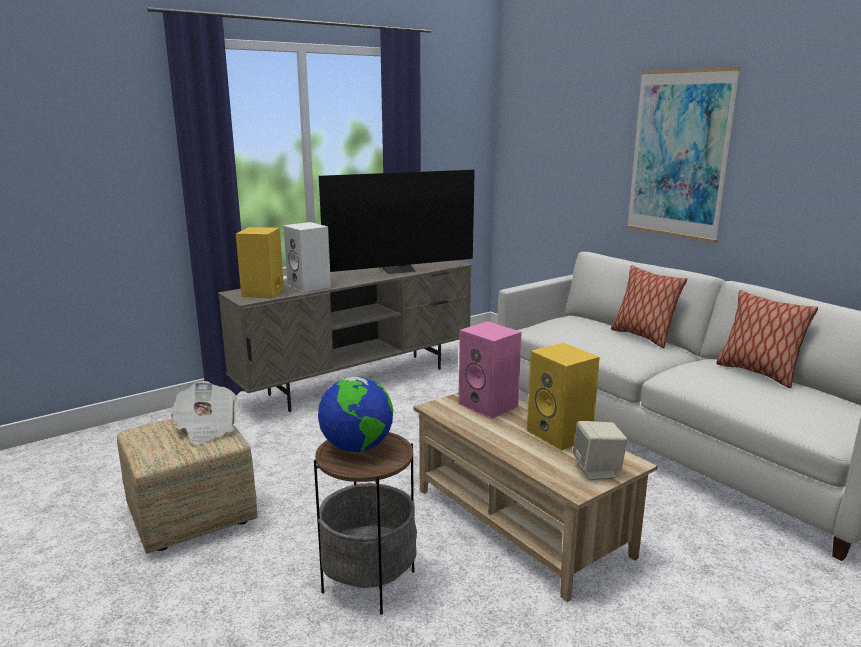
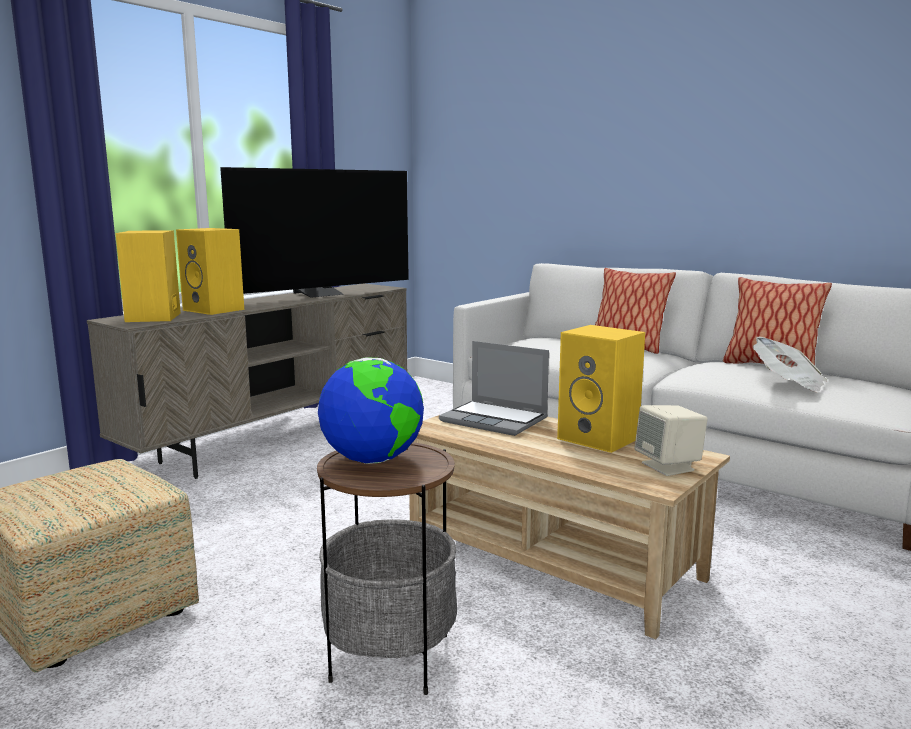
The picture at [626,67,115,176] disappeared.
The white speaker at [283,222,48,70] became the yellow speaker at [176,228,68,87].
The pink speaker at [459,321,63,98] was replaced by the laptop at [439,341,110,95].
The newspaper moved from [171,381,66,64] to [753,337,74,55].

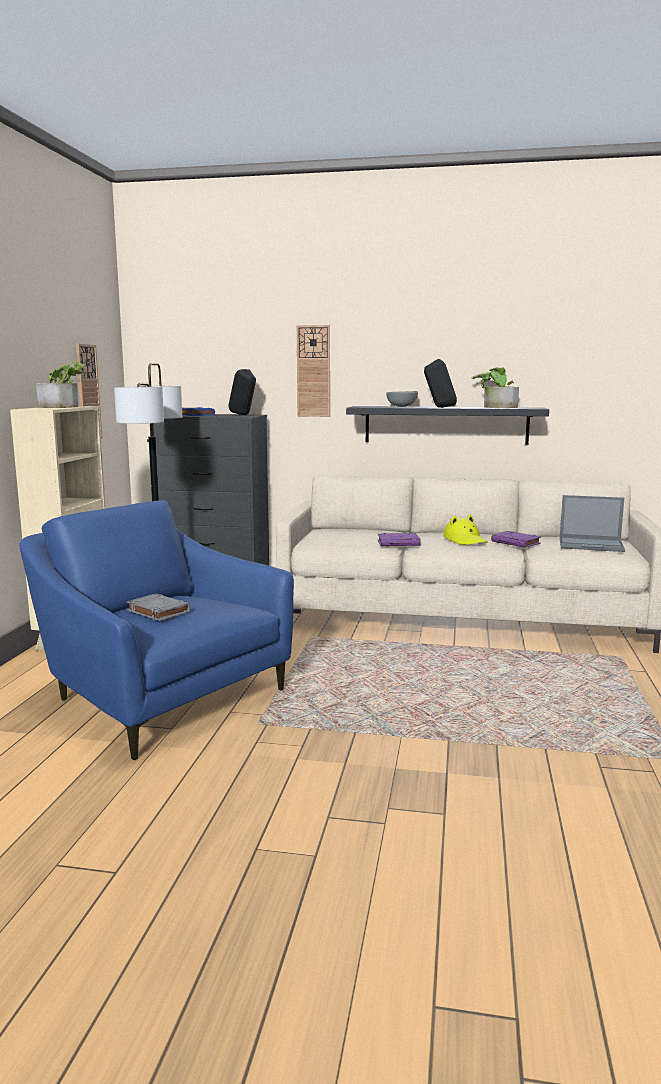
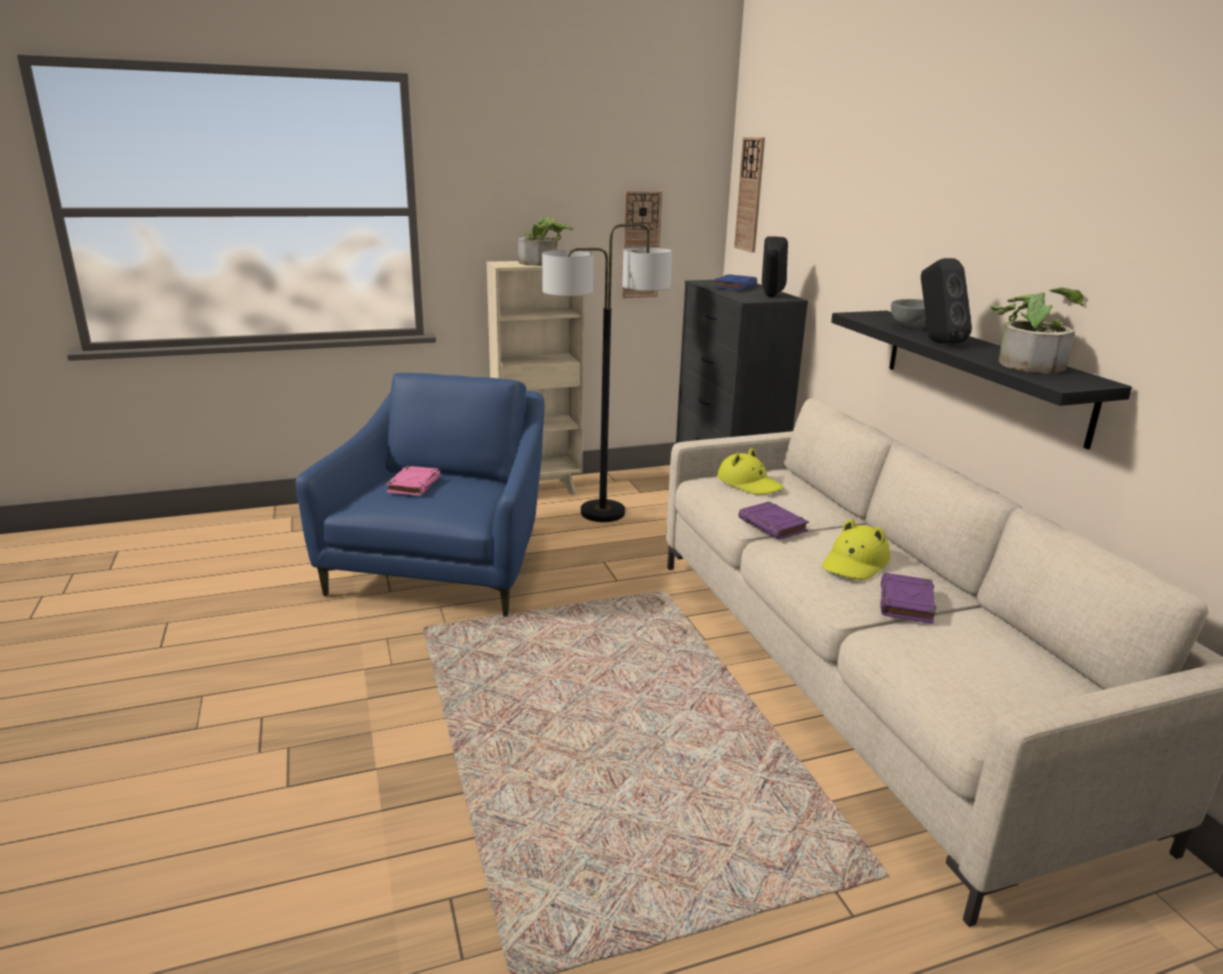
The wall clock moved from [297,325,33,92] to [734,137,31,116].
The laptop at [560,495,65,57] disappeared.
The grey book at [127,594,64,27] became the pink book at [386,466,55,30].
The yellow hat at [717,448,67,47] appeared.

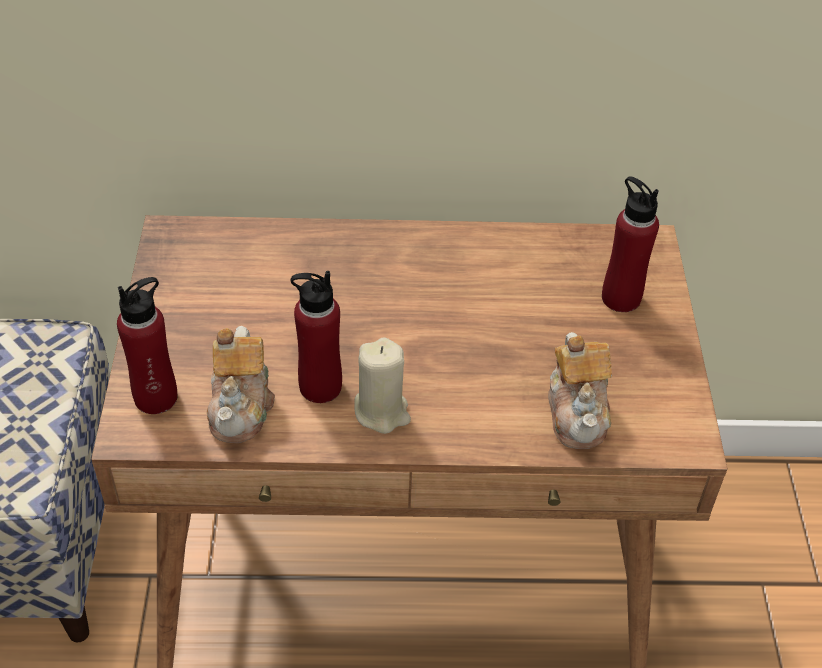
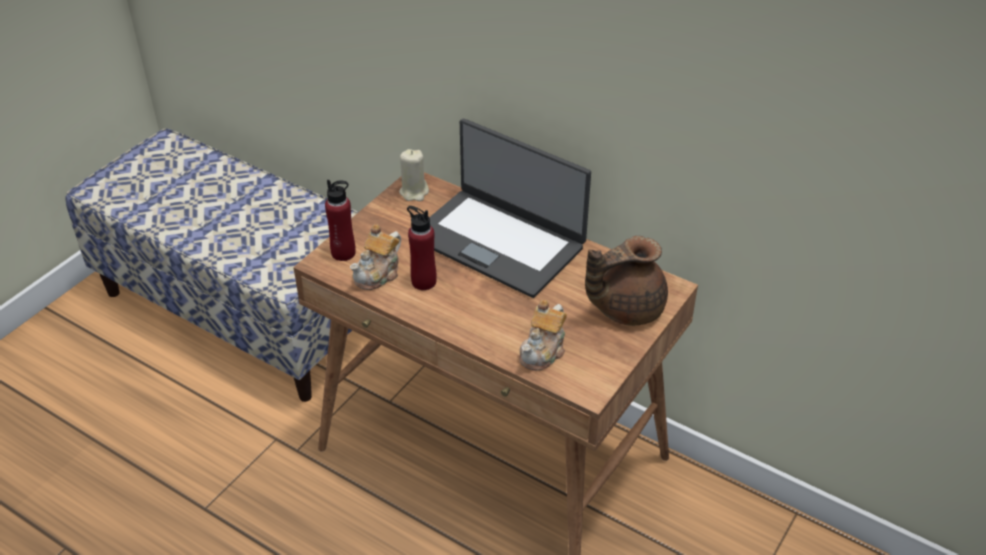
The red bottle at [602,176,57,136] was replaced by the brown teapot at [585,236,83,90].
The beige candle moved from [354,338,57,96] to [399,149,30,52].
The laptop at [429,119,162,179] appeared.

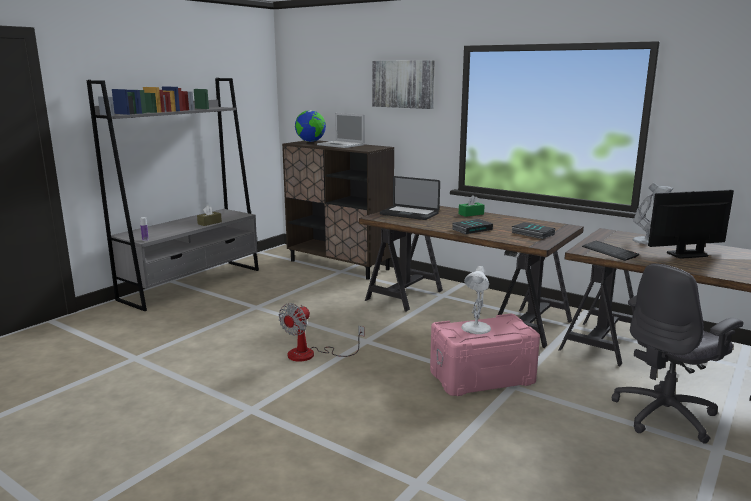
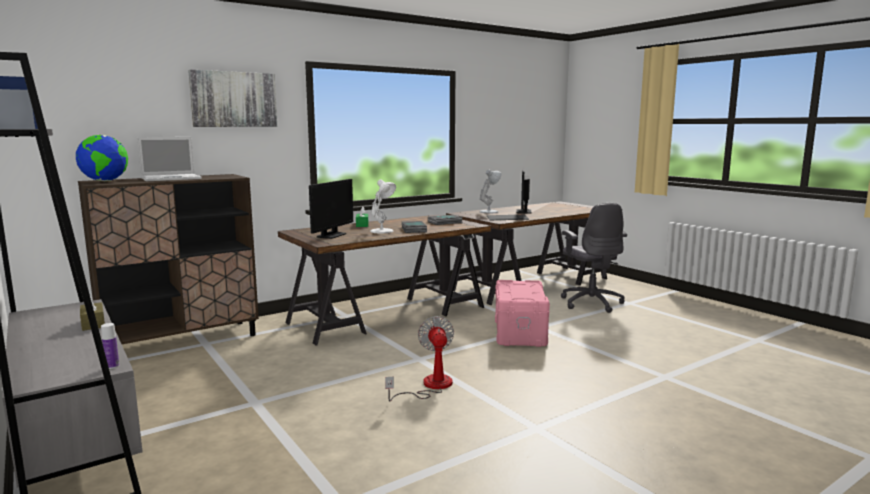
The laptop at [380,176,60,44] was replaced by the monitor at [309,179,44,60].
The white table lamp moved from [461,266,30,68] to [370,180,26,53].
The fan at [278,303,87,59] turned 150 degrees counterclockwise.

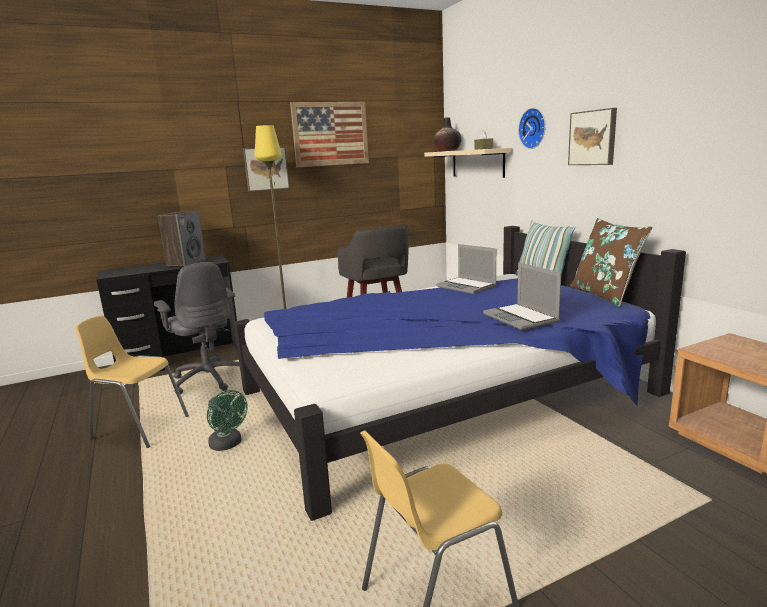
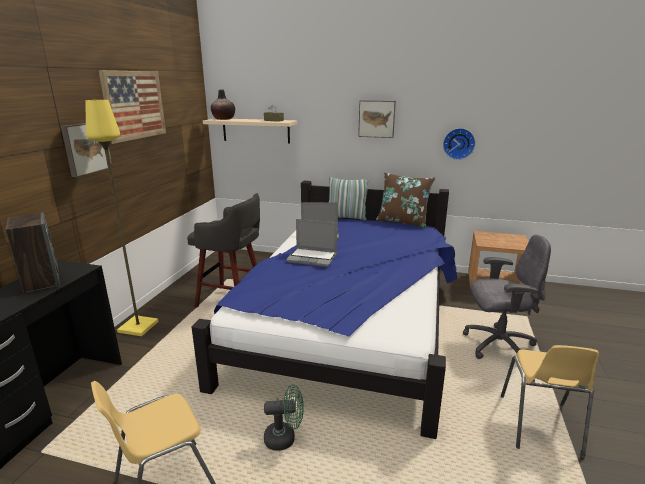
The wall clock moved from [518,108,28,41] to [443,128,33,32].
The grey office chair moved from [154,262,86,132] to [463,235,88,124].
The laptop moved from [483,262,78,68] to [286,219,51,48].

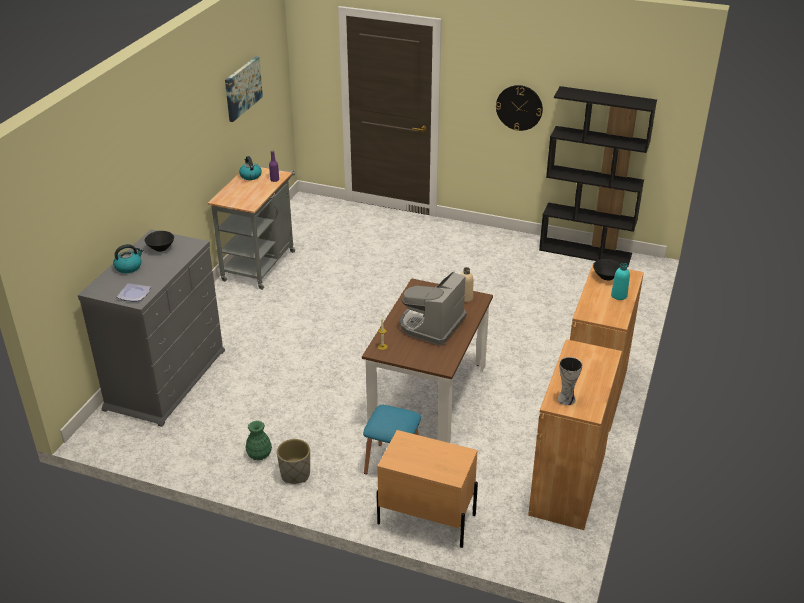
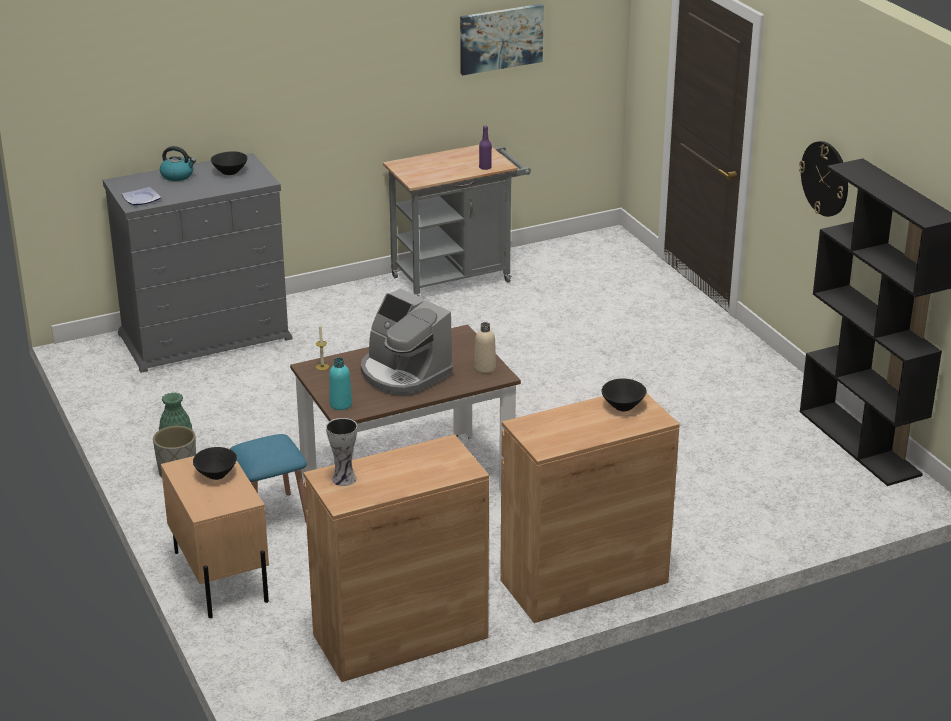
The kettle at [239,156,23,24] disappeared.
The turquoise bottle moved from [611,263,19,37] to [329,357,23,53].
The coffee machine at [400,272,67,73] turned 120 degrees counterclockwise.
The black bowl at [193,447,44,33] appeared.

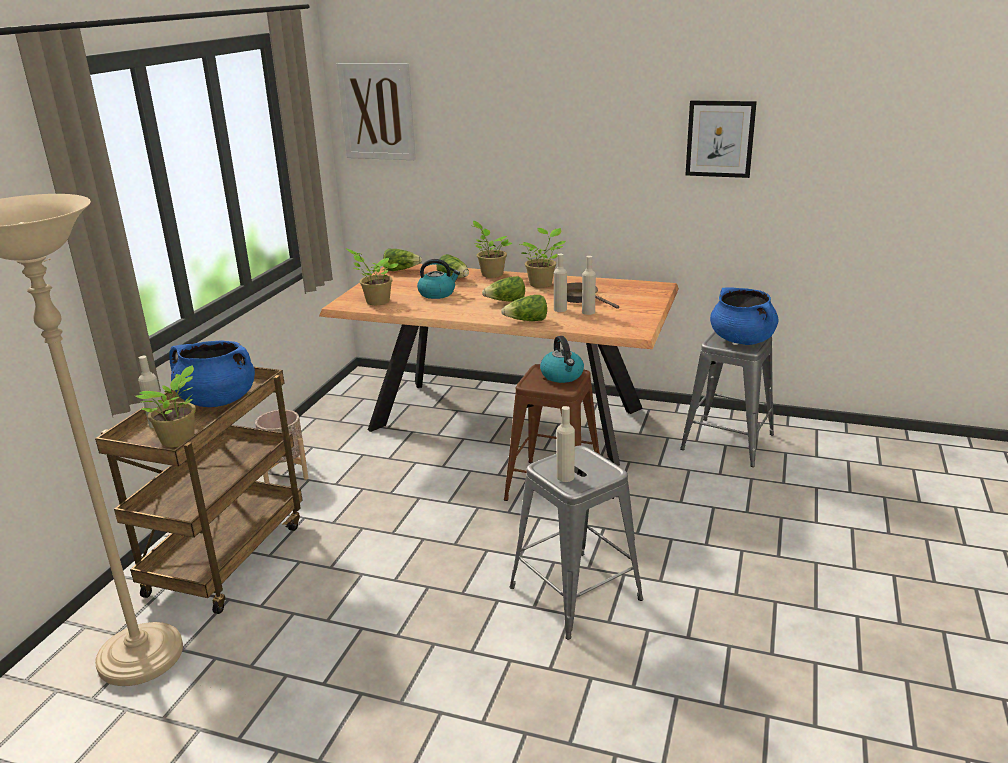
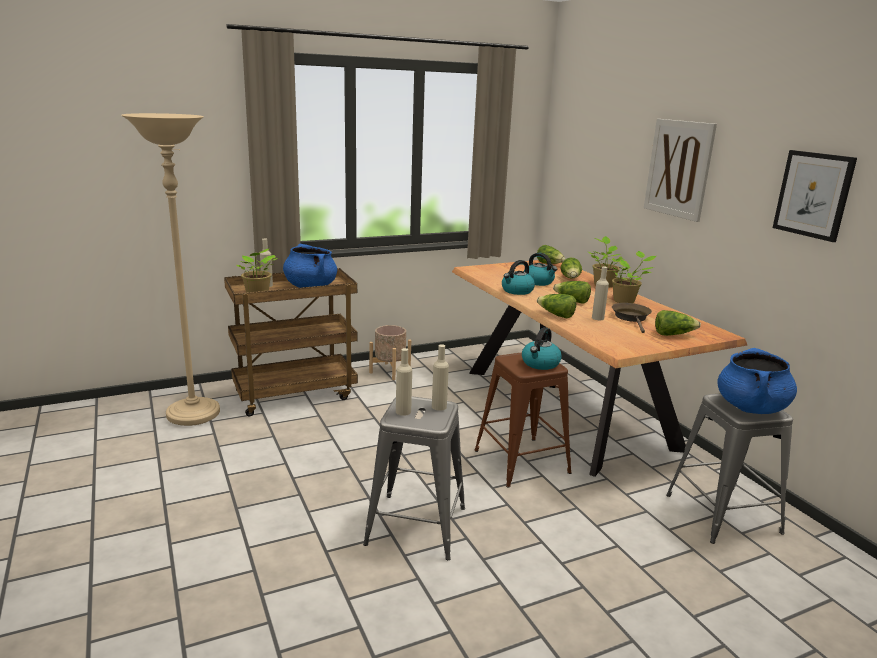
The picture moved from [337,63,79,97] to [644,119,73,103].
The potted plant at [345,248,53,57] disappeared.
The beige bottle moved from [582,256,14,59] to [432,344,17,67].
The kettle at [502,260,33,35] appeared.
The lettuce at [655,310,46,26] appeared.

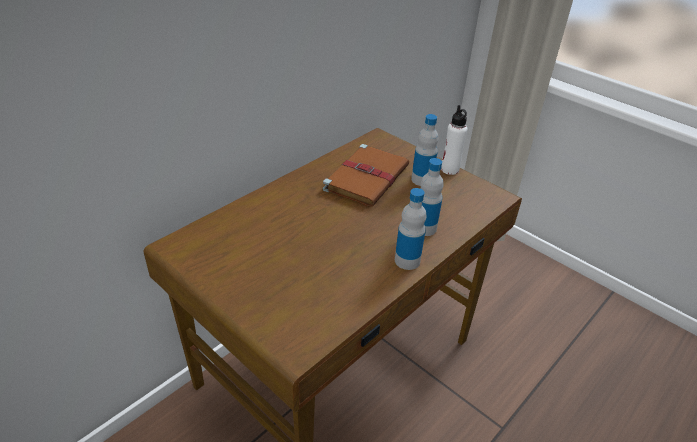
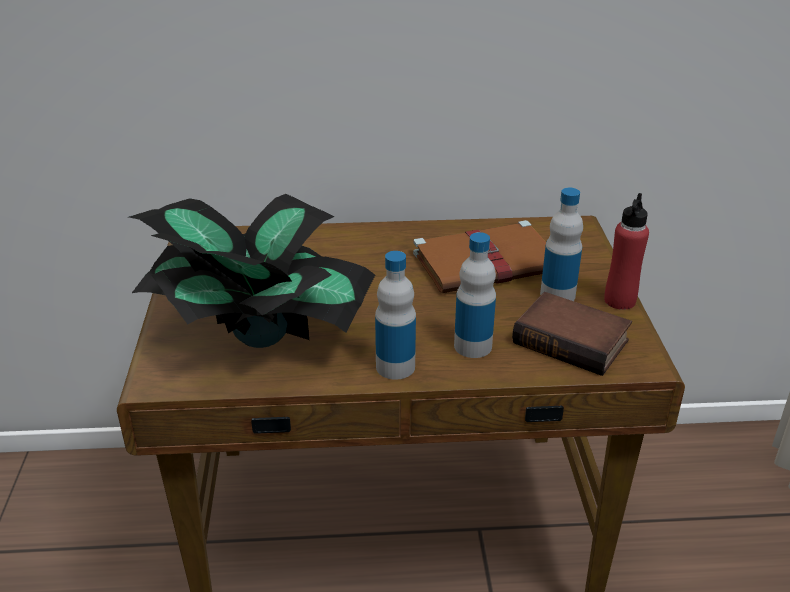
The white bottle at [441,105,26,70] became the red bottle at [604,193,45,117].
The potted plant at [129,194,246,154] appeared.
The book at [512,292,120,84] appeared.

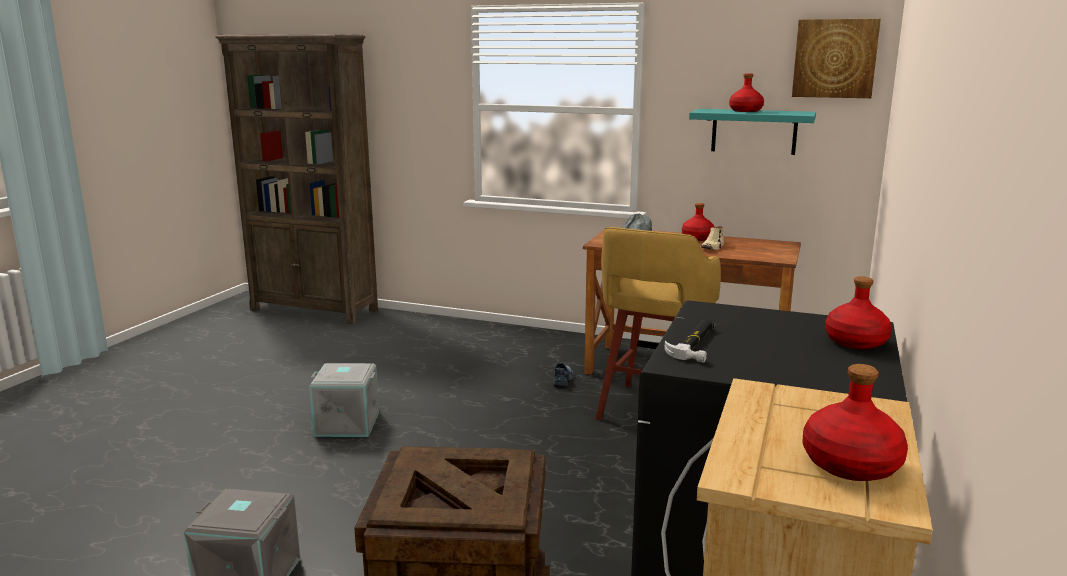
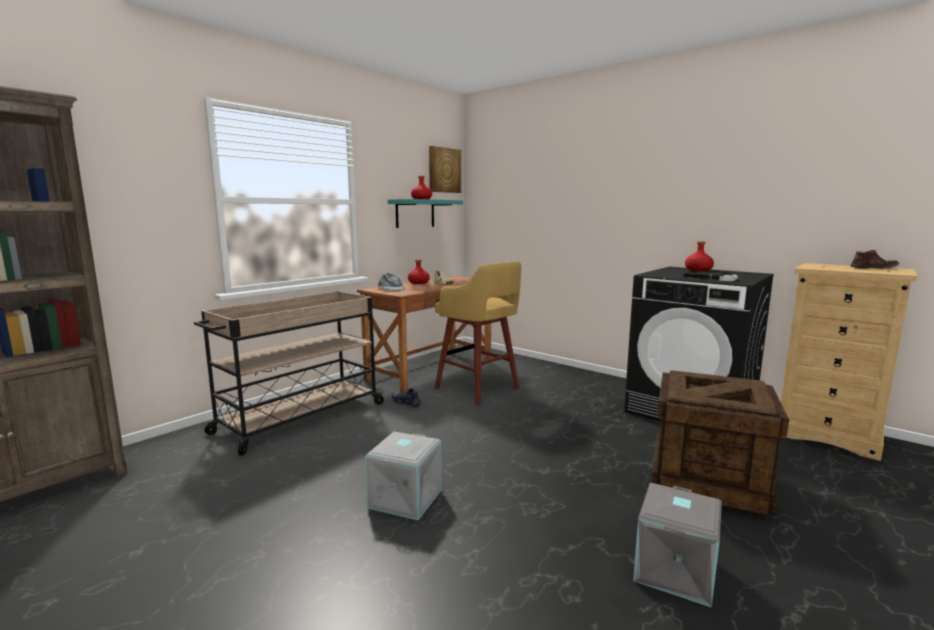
The red bottle at [803,364,105,117] was replaced by the brown shoe at [850,250,49,19].
The beige cart at [194,291,191,165] appeared.

